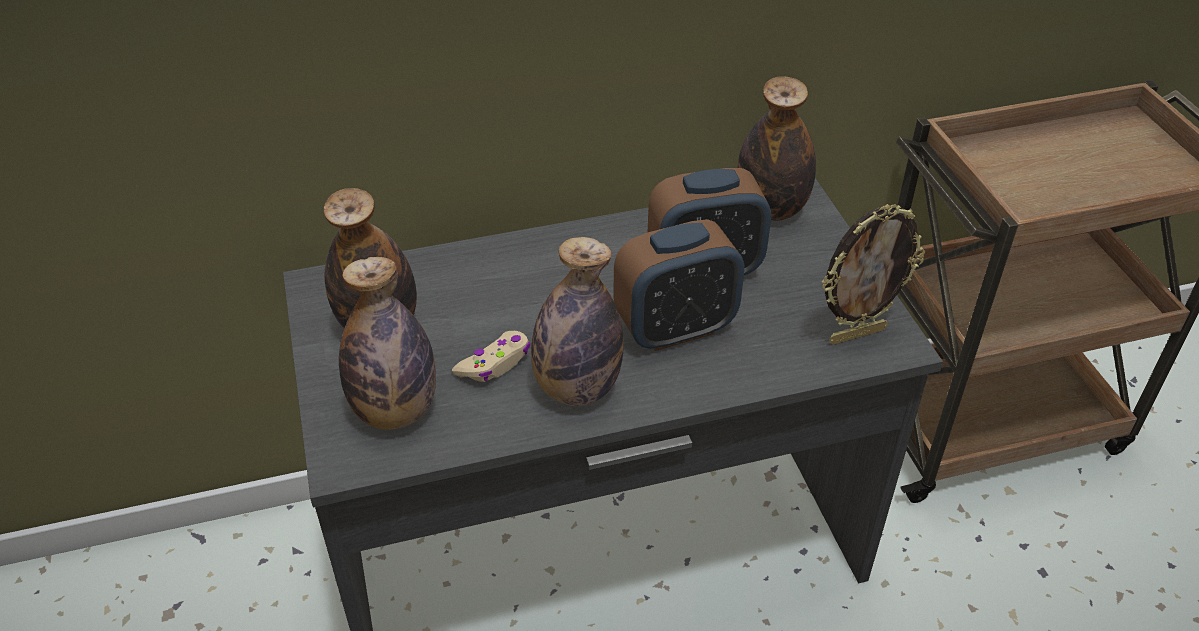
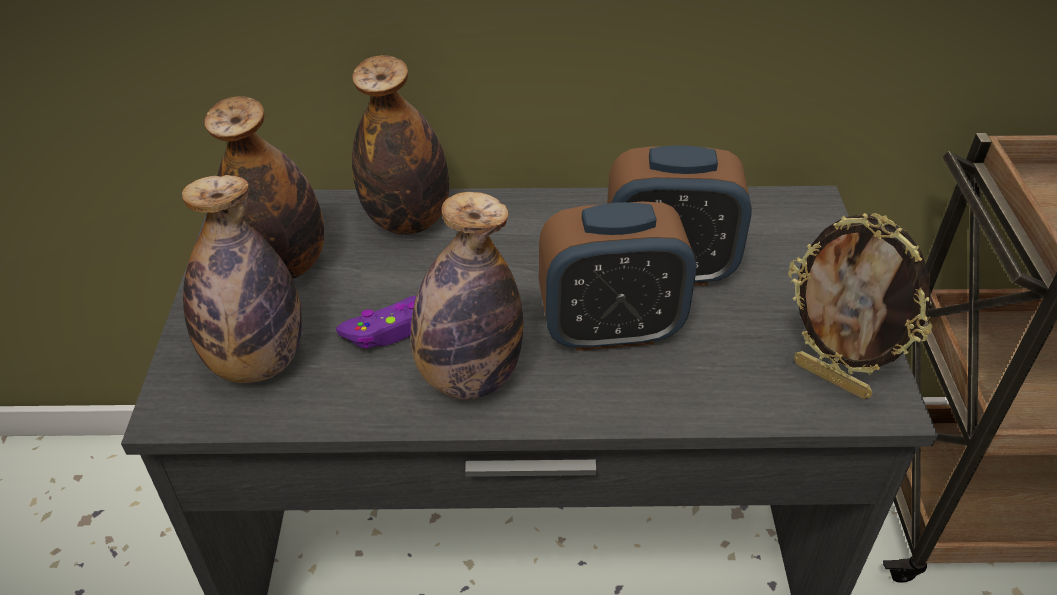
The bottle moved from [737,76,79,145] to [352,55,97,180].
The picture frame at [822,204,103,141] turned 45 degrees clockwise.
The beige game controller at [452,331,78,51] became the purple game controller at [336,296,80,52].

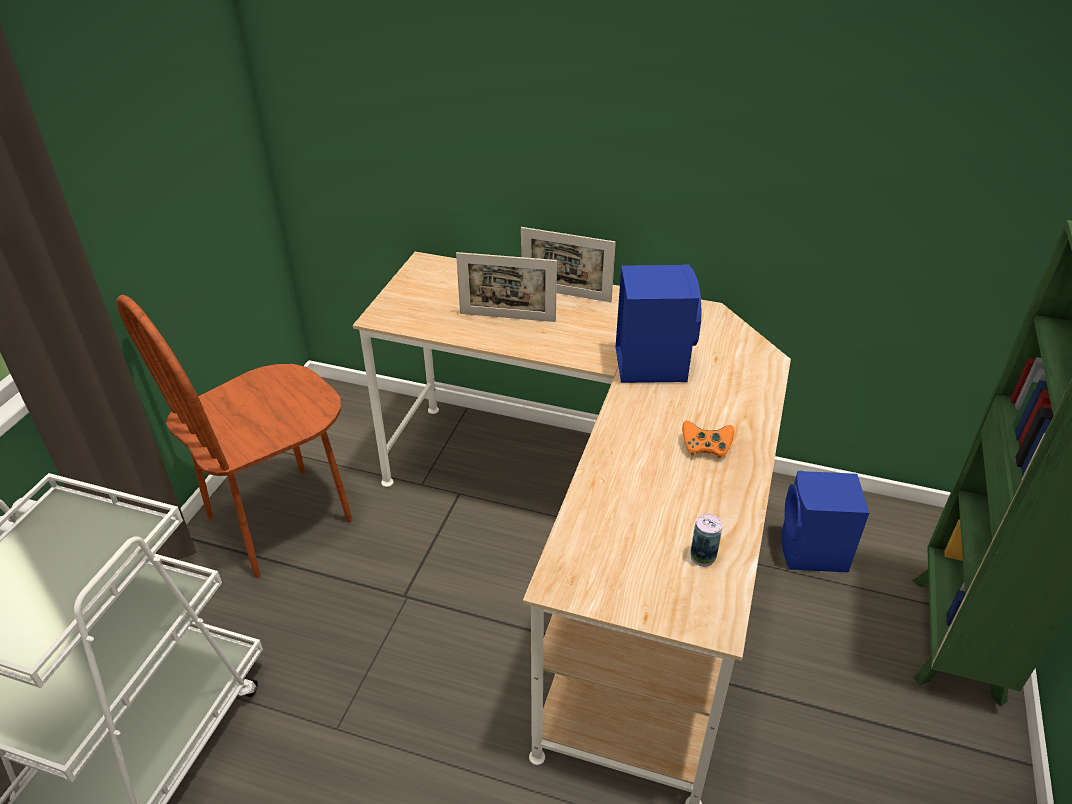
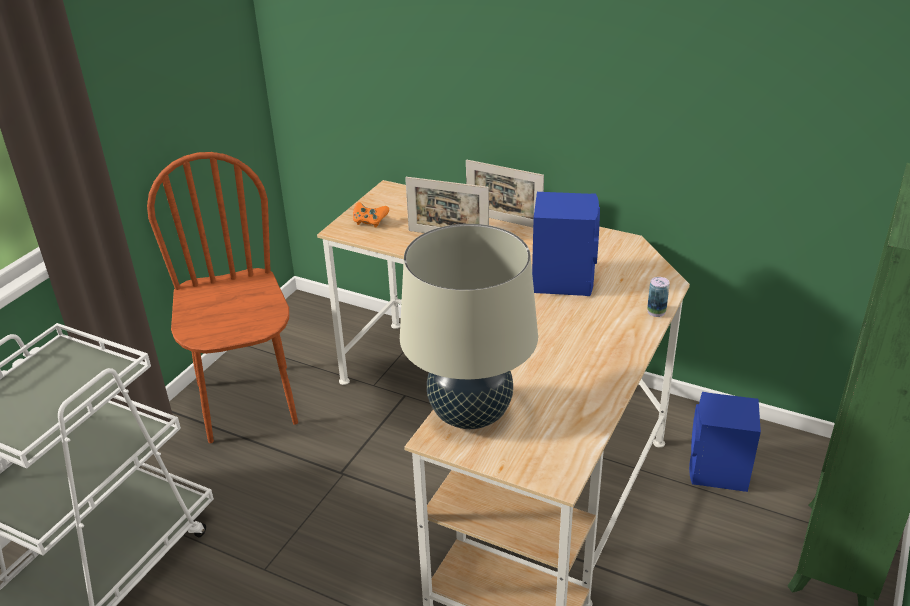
The brown chair at [117,295,235,283] turned 105 degrees clockwise.
The orange game controller moved from [682,420,52,38] to [353,202,36,26].
The can moved from [690,514,32,53] to [647,277,23,40].
The beige table lamp at [400,224,138,205] appeared.

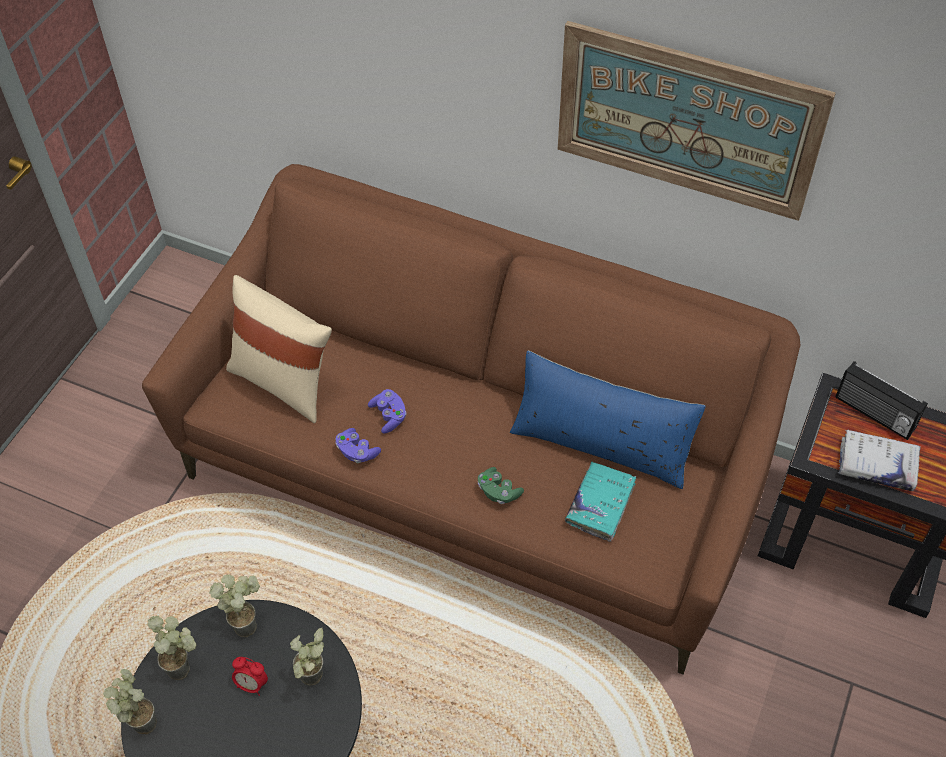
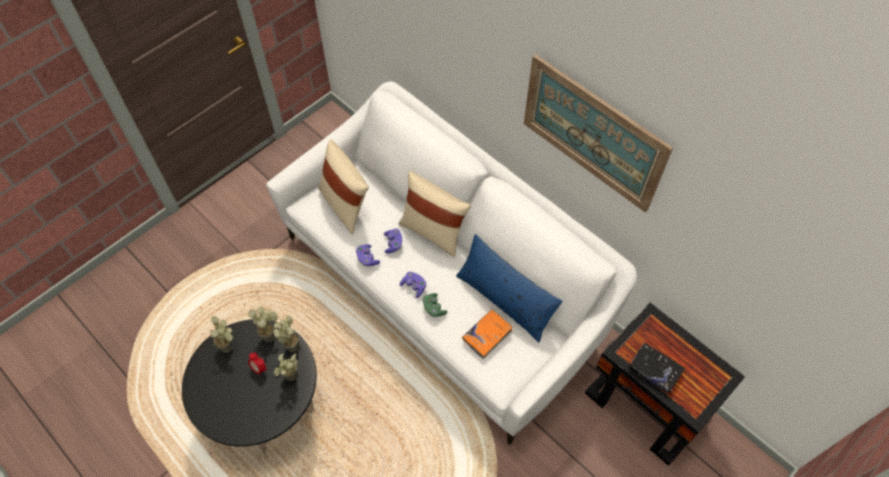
The brown sofa at [142,164,658,511] became the white sofa at [266,81,371,364].
The radio at [835,361,93,79] disappeared.
The white book at [838,430,83,61] became the black book at [628,343,57,50].
The turquoise book at [565,461,71,81] became the orange book at [462,309,51,50].
The potted plant moved from [103,669,54,66] to [273,315,26,37].
The beige pillow at [398,171,73,87] appeared.
The purple game controller at [400,272,26,26] appeared.

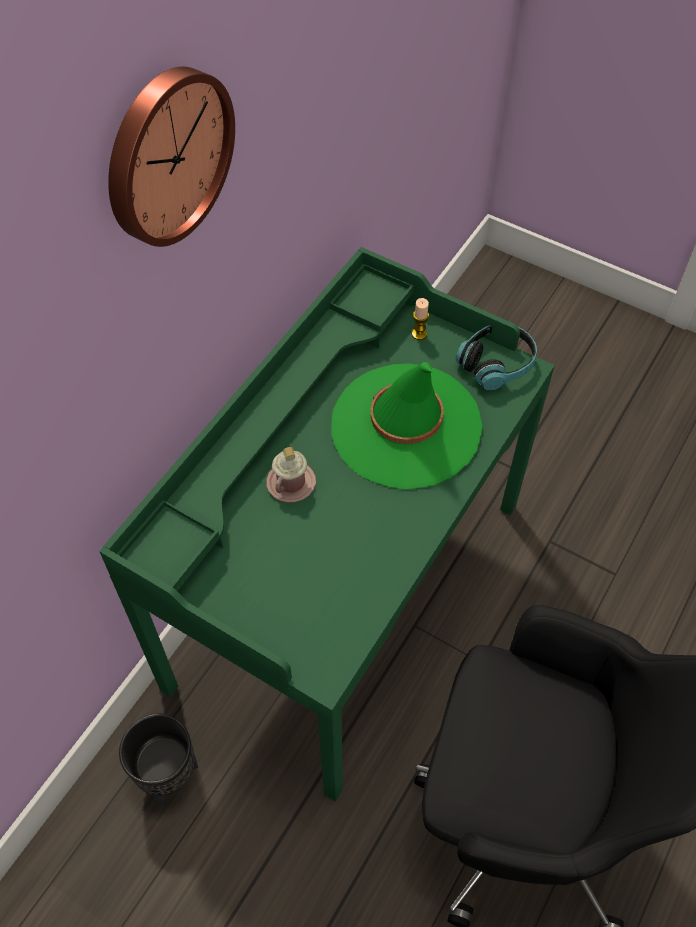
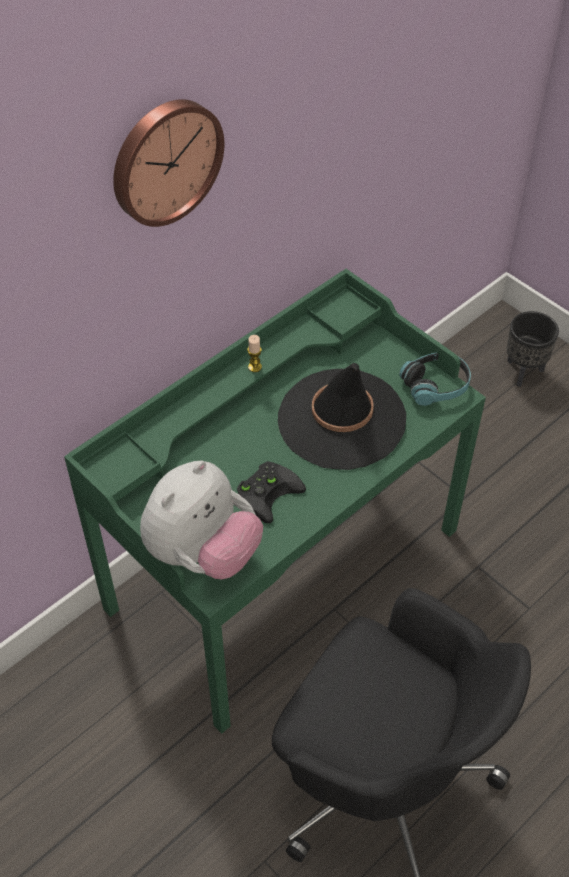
The candle moved from [412,298,17,42] to [247,335,15,37].
The green hat at [331,362,151,128] became the black hat at [278,363,128,107].
The pink mug at [266,447,50,55] disappeared.
The black planter moved from [119,714,79,92] to [507,311,52,76].
The plush toy at [140,461,123,119] appeared.
The black game controller at [237,461,69,62] appeared.

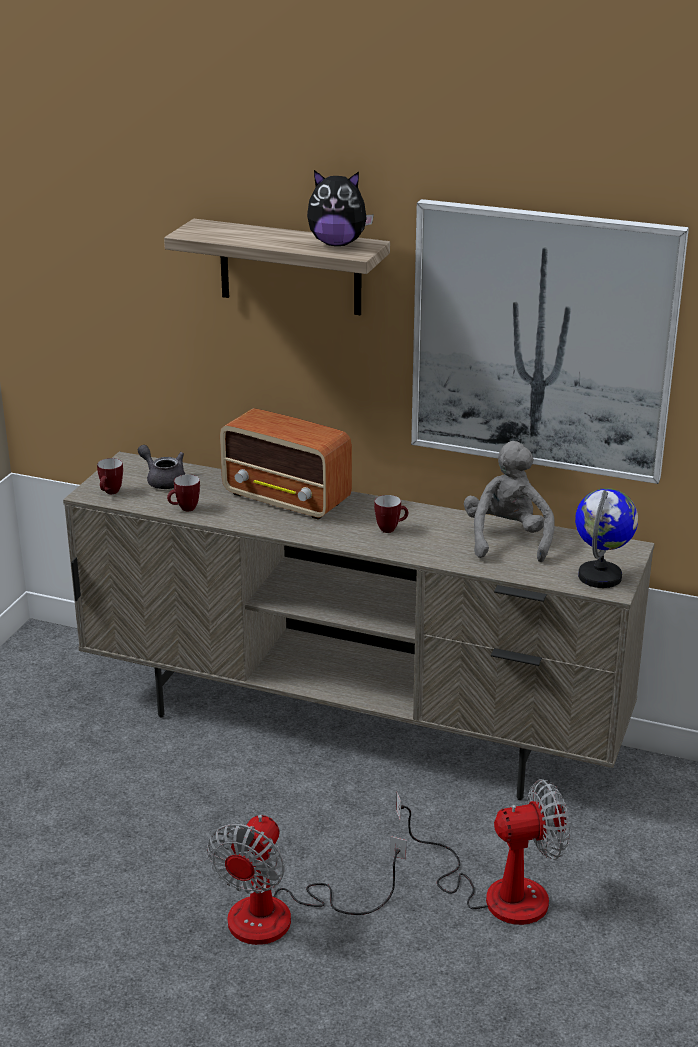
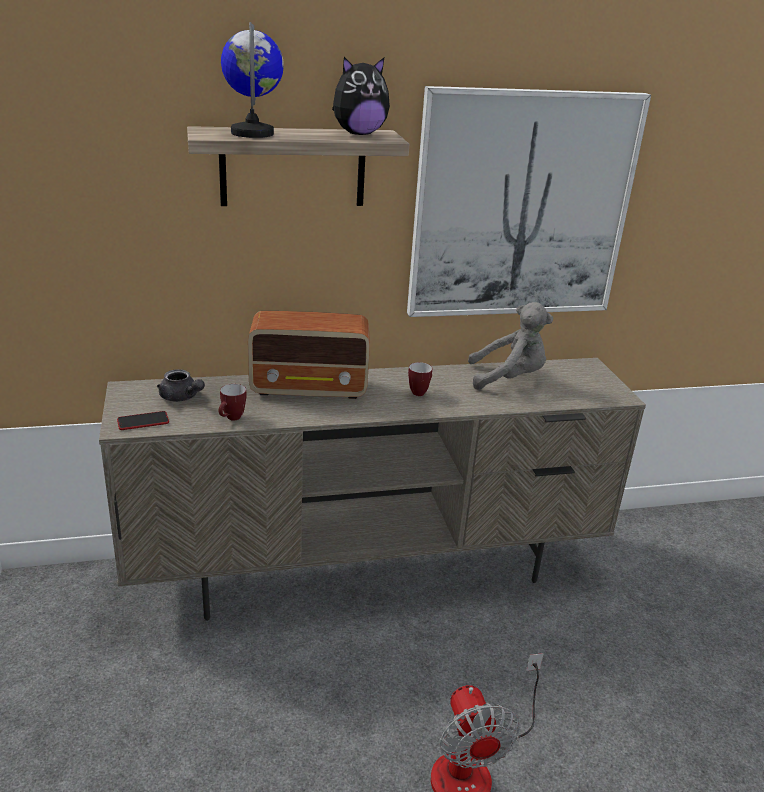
The grey plush toy at [464,441,90,121] turned 120 degrees clockwise.
The grey teapot at [138,445,47,44] turned 150 degrees counterclockwise.
The mug at [97,458,26,36] was replaced by the phone at [117,411,52,19].
The globe moved from [575,488,63,100] to [221,22,63,116].
The fan at [396,779,174,146] disappeared.

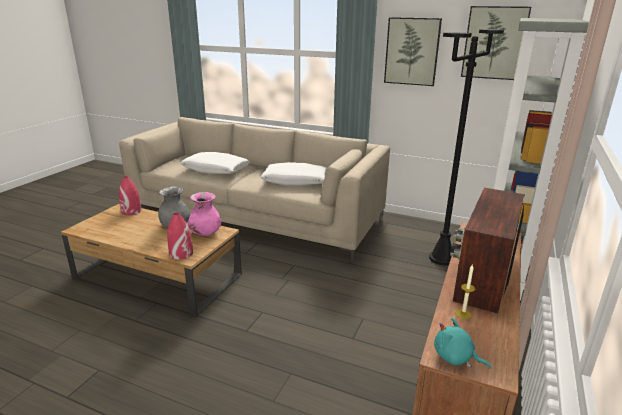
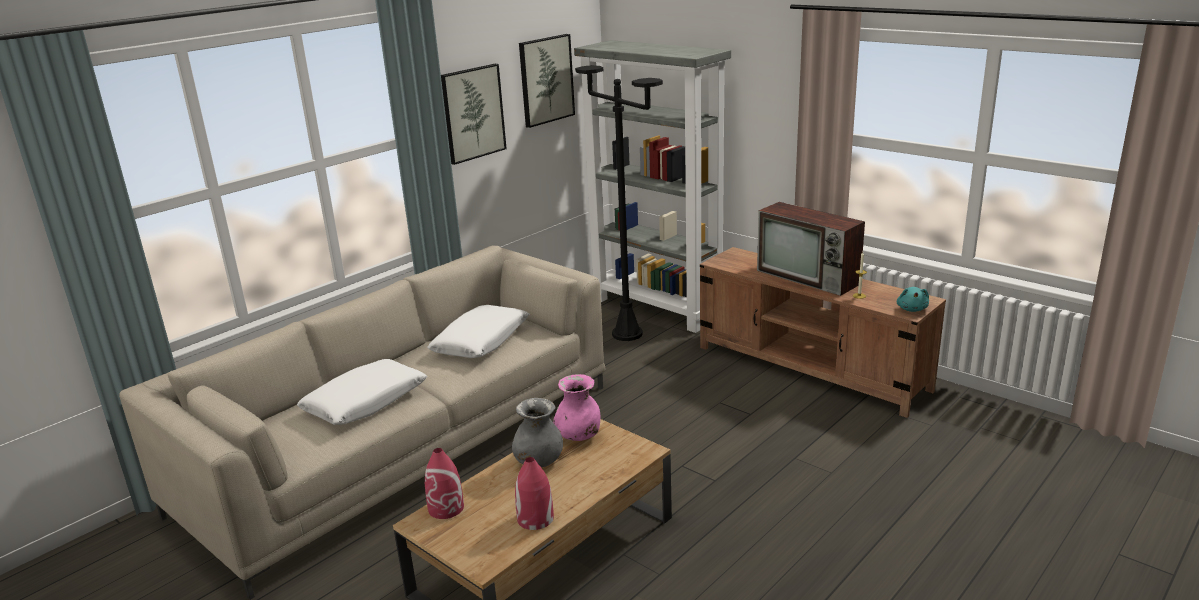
The red vase moved from [167,213,26,47] to [515,457,39,73].
The turquoise plush toy at [434,318,57,51] turned 45 degrees counterclockwise.

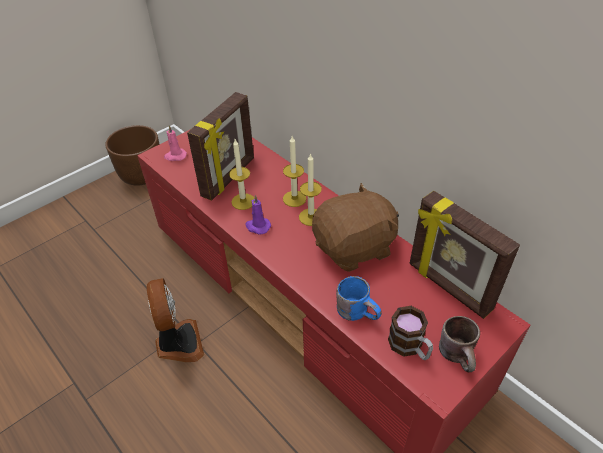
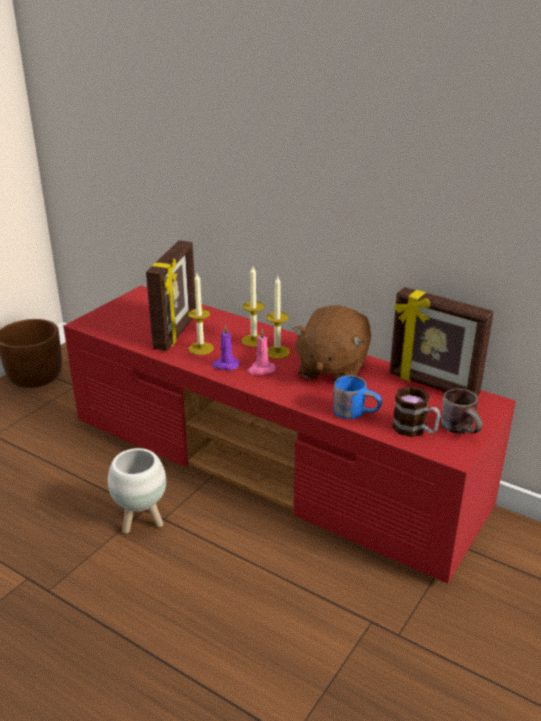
The pink candle moved from [164,125,23,36] to [247,329,29,46].
The brown plush toy at [312,183,87,89] turned 150 degrees clockwise.
The fan at [147,278,57,84] was replaced by the white planter at [108,448,58,86].

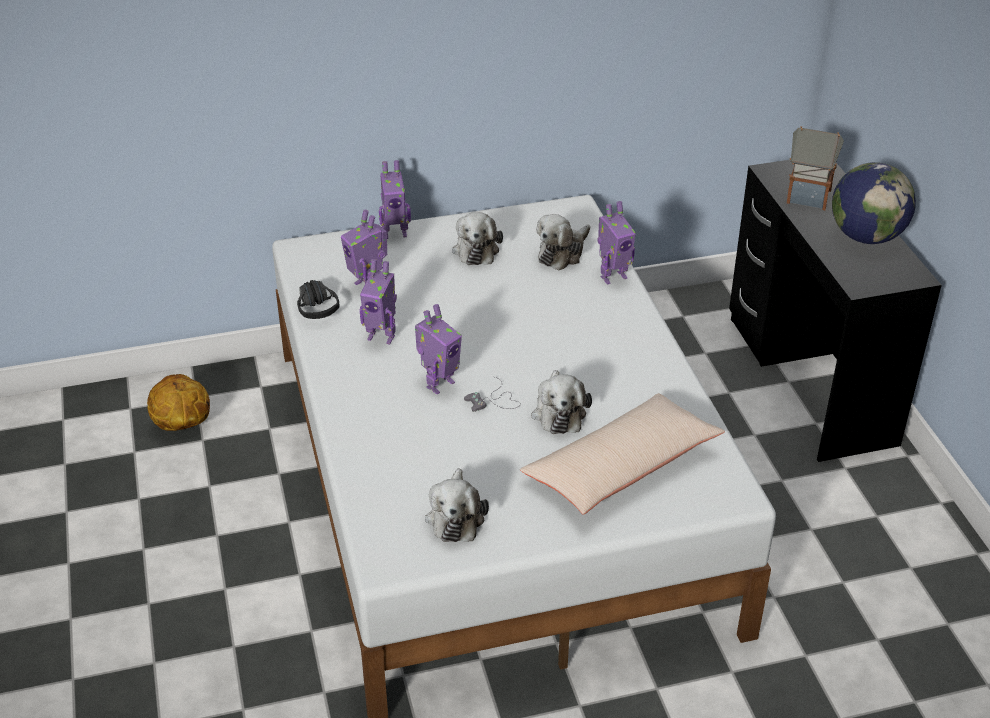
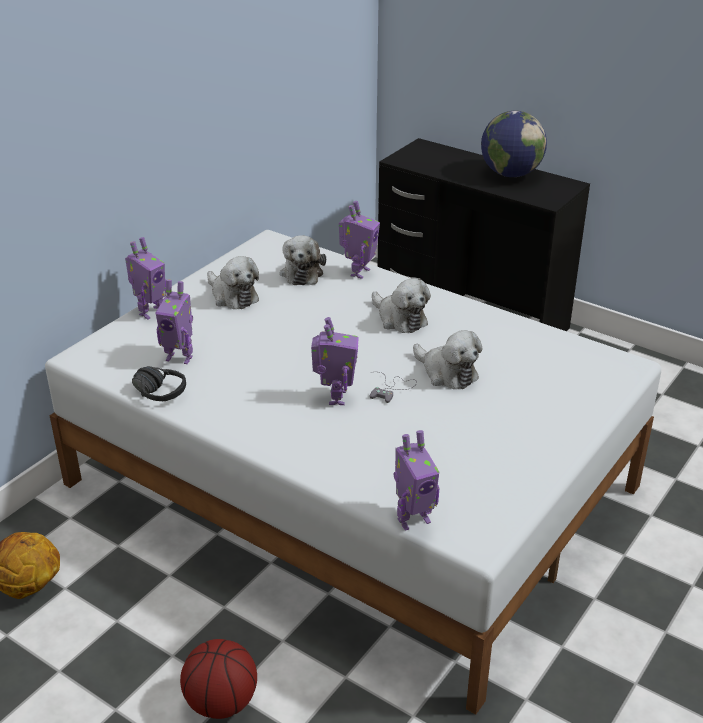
The toy house at [787,126,57,84] disappeared.
The toy robot moved from [360,259,37,86] to [394,430,45,101].
The beige pillow at [520,393,205,122] disappeared.
The plush toy moved from [425,468,64,74] to [372,278,59,55].
The basketball at [180,639,77,80] appeared.

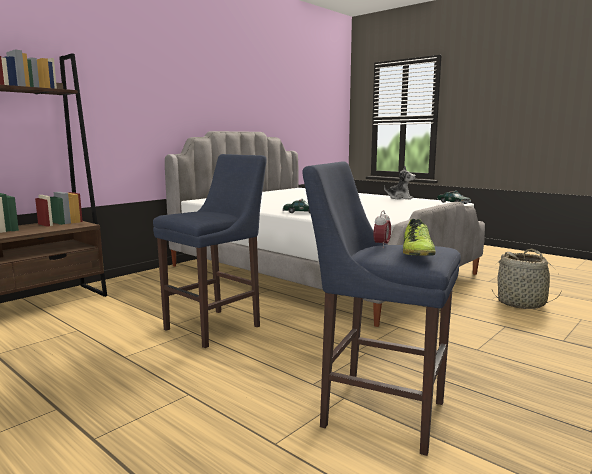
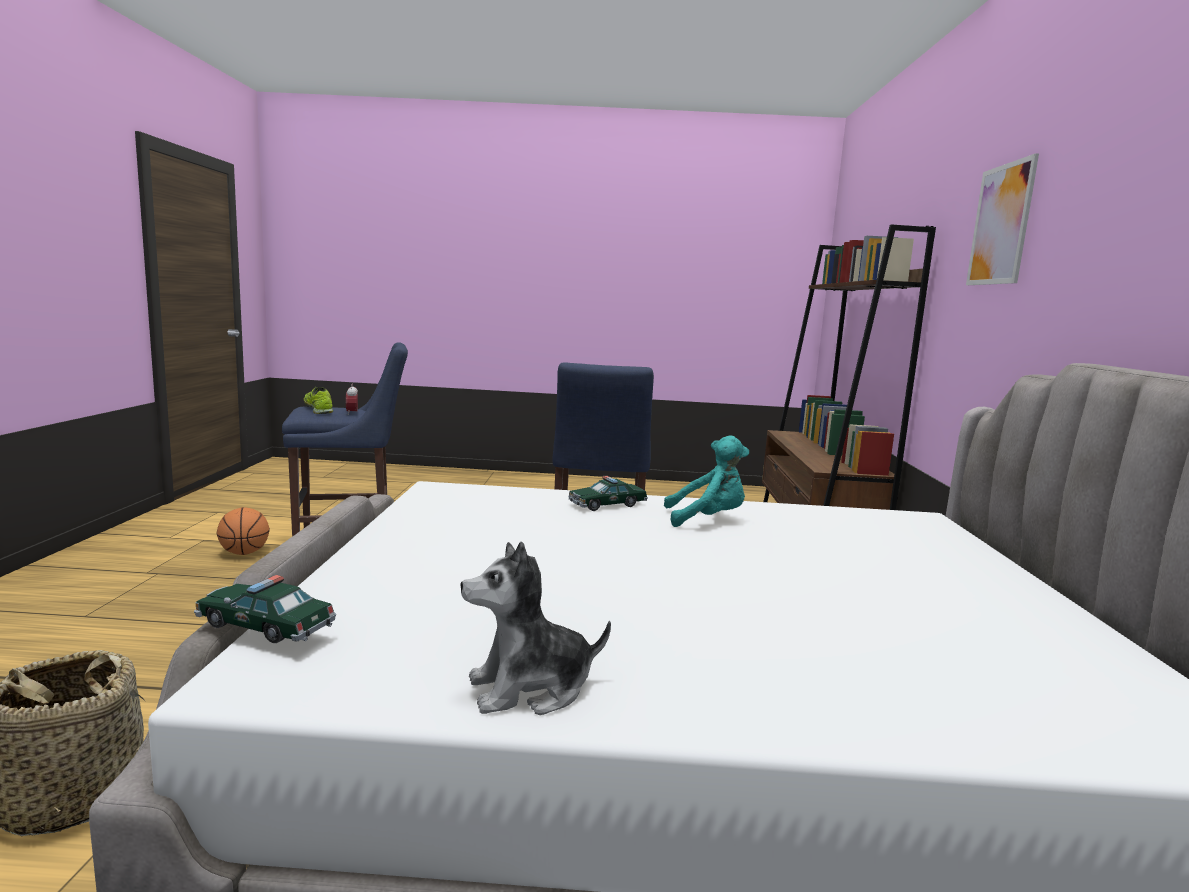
The picture at [966,153,73,132] appeared.
The turquoise plush toy at [664,435,85,92] appeared.
The basketball at [217,507,53,48] appeared.

